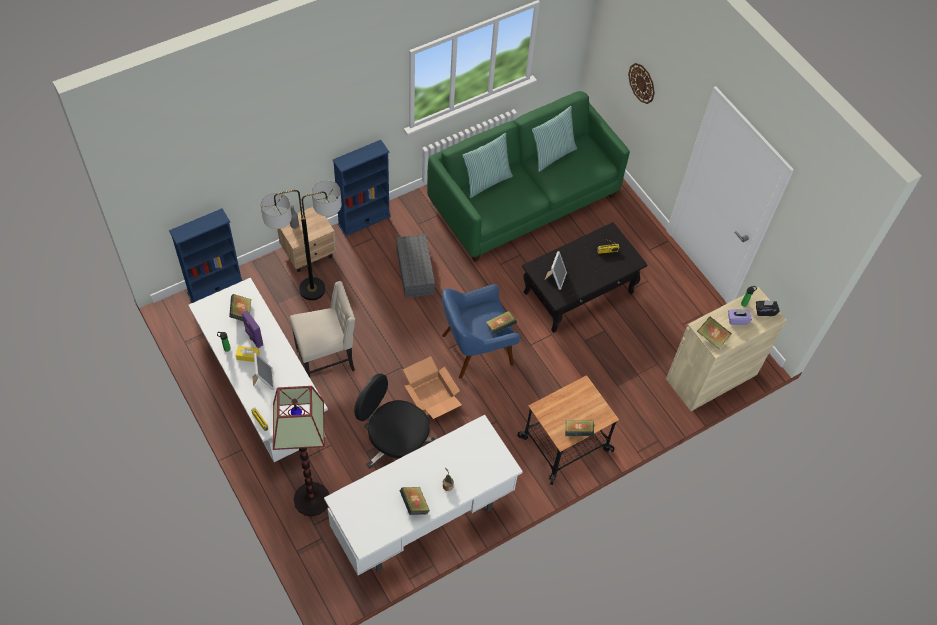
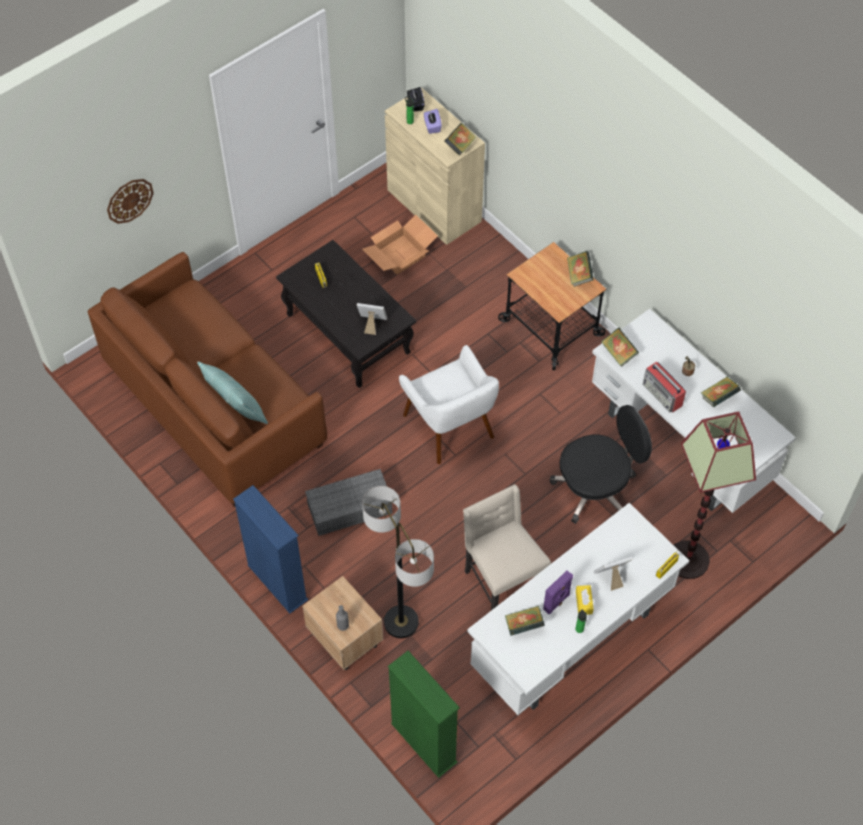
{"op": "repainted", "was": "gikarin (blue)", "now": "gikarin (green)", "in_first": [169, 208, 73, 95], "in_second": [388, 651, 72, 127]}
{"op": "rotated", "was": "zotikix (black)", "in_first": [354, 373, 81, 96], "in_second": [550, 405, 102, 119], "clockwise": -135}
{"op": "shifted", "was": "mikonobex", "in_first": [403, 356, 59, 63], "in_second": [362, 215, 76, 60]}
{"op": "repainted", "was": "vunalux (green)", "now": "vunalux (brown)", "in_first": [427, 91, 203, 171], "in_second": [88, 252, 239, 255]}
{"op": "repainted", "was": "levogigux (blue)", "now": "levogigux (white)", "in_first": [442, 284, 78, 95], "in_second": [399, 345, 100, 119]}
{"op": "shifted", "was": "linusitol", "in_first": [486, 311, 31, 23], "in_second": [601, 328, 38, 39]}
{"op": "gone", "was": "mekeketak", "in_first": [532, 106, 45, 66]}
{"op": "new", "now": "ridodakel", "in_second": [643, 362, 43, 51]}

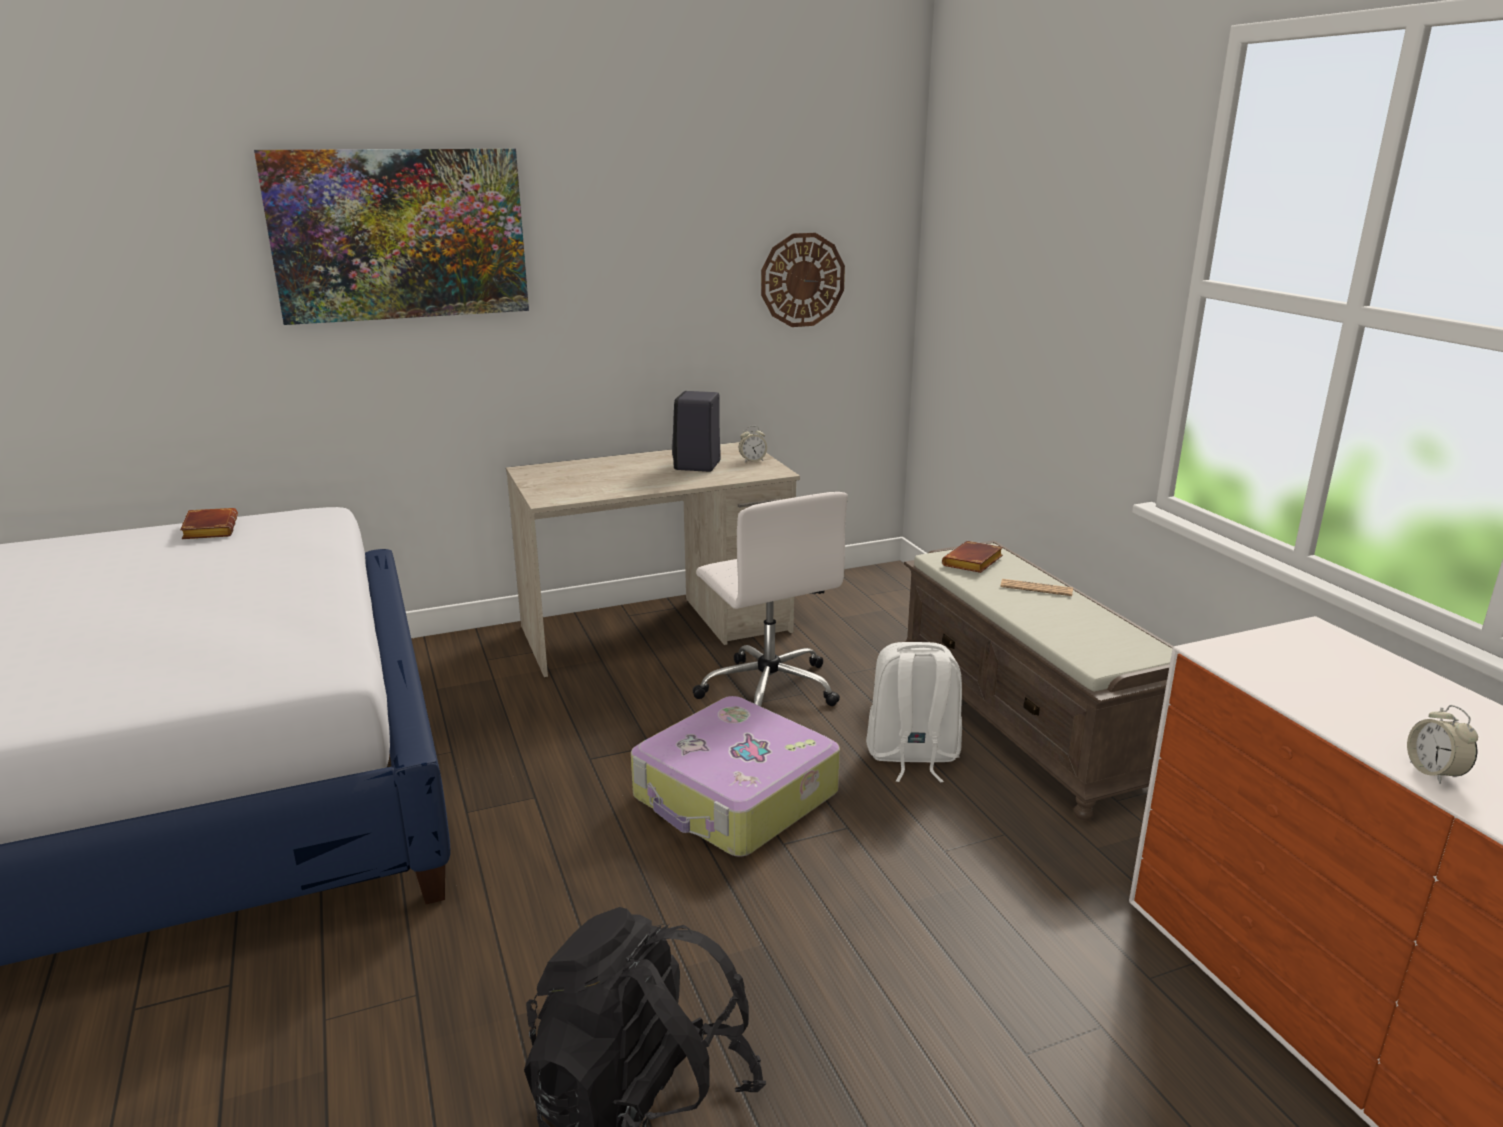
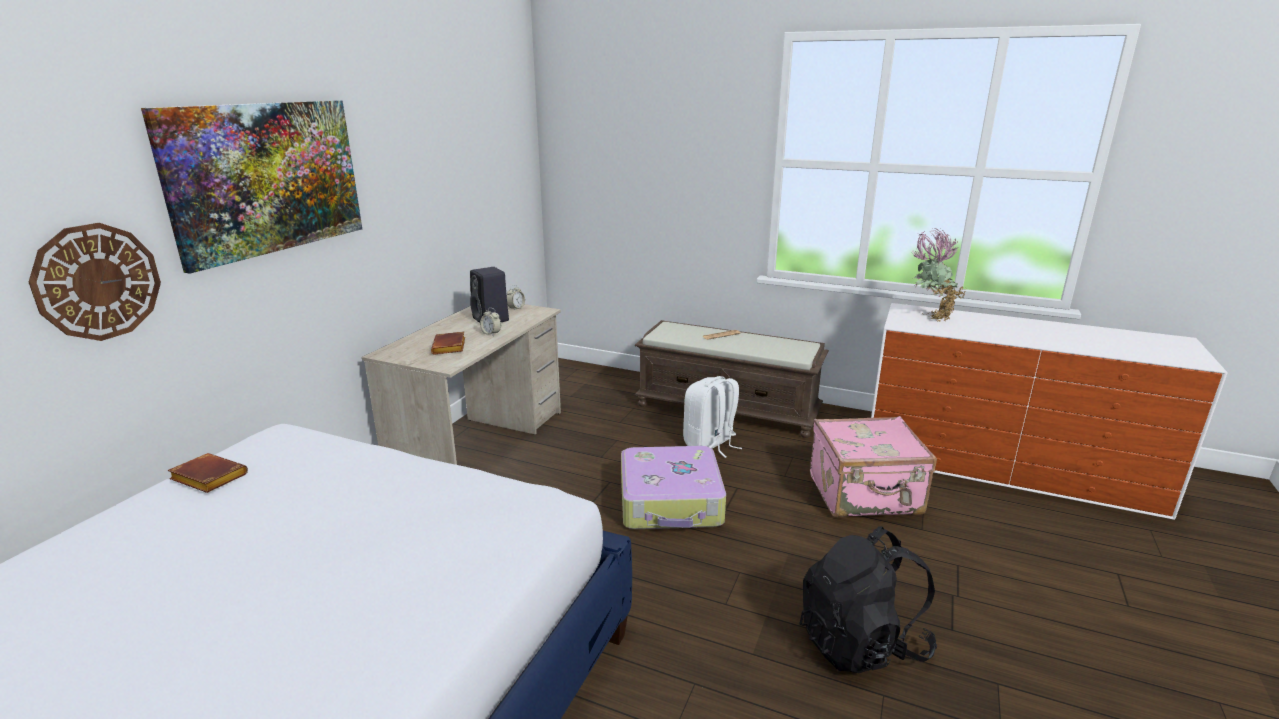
{"op": "gone", "was": "zotikix (white)", "in_first": [693, 492, 155, 214]}
{"op": "shifted", "was": "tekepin", "in_first": [761, 233, 84, 94], "in_second": [29, 223, 132, 118]}
{"op": "shifted", "was": "linusitol (brown)", "in_first": [942, 541, 61, 32], "in_second": [431, 331, 34, 24]}
{"op": "shifted", "was": "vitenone", "in_first": [1407, 705, 71, 79], "in_second": [480, 308, 21, 28]}
{"op": "new", "now": "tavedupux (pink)", "in_second": [810, 416, 127, 101]}
{"op": "new", "now": "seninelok", "in_second": [912, 228, 55, 94]}

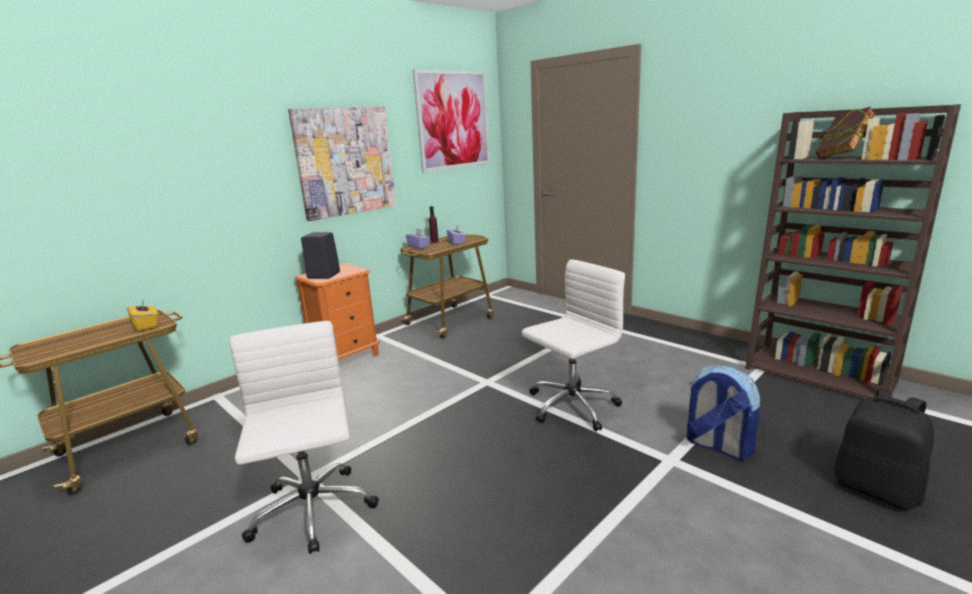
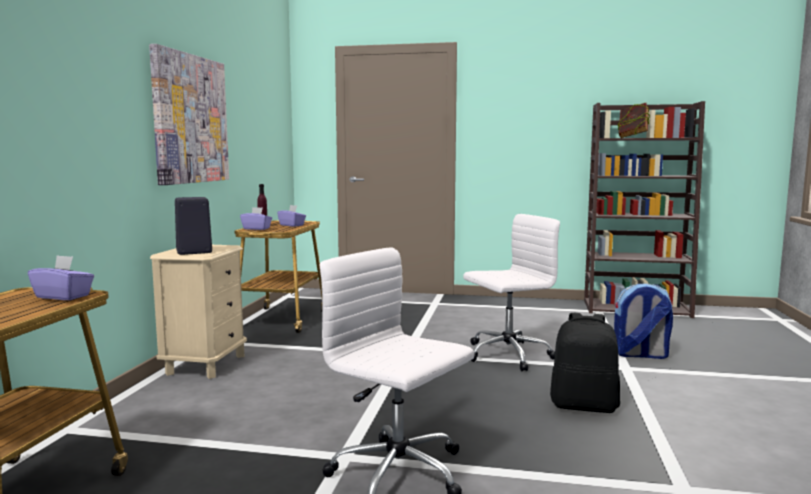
{"op": "repainted", "was": "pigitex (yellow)", "now": "pigitex (purple)", "in_first": [127, 300, 31, 31], "in_second": [28, 255, 66, 45]}
{"op": "repainted", "was": "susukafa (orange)", "now": "susukafa (beige)", "in_first": [294, 263, 86, 97], "in_second": [150, 245, 97, 134]}
{"op": "gone", "was": "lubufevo", "in_first": [413, 69, 77, 104]}
{"op": "rotated", "was": "zotikix (white)", "in_first": [522, 259, 103, 172], "in_second": [463, 214, 97, 157], "clockwise": 45}
{"op": "shifted", "was": "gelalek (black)", "in_first": [834, 389, 100, 121], "in_second": [550, 313, 70, 100]}

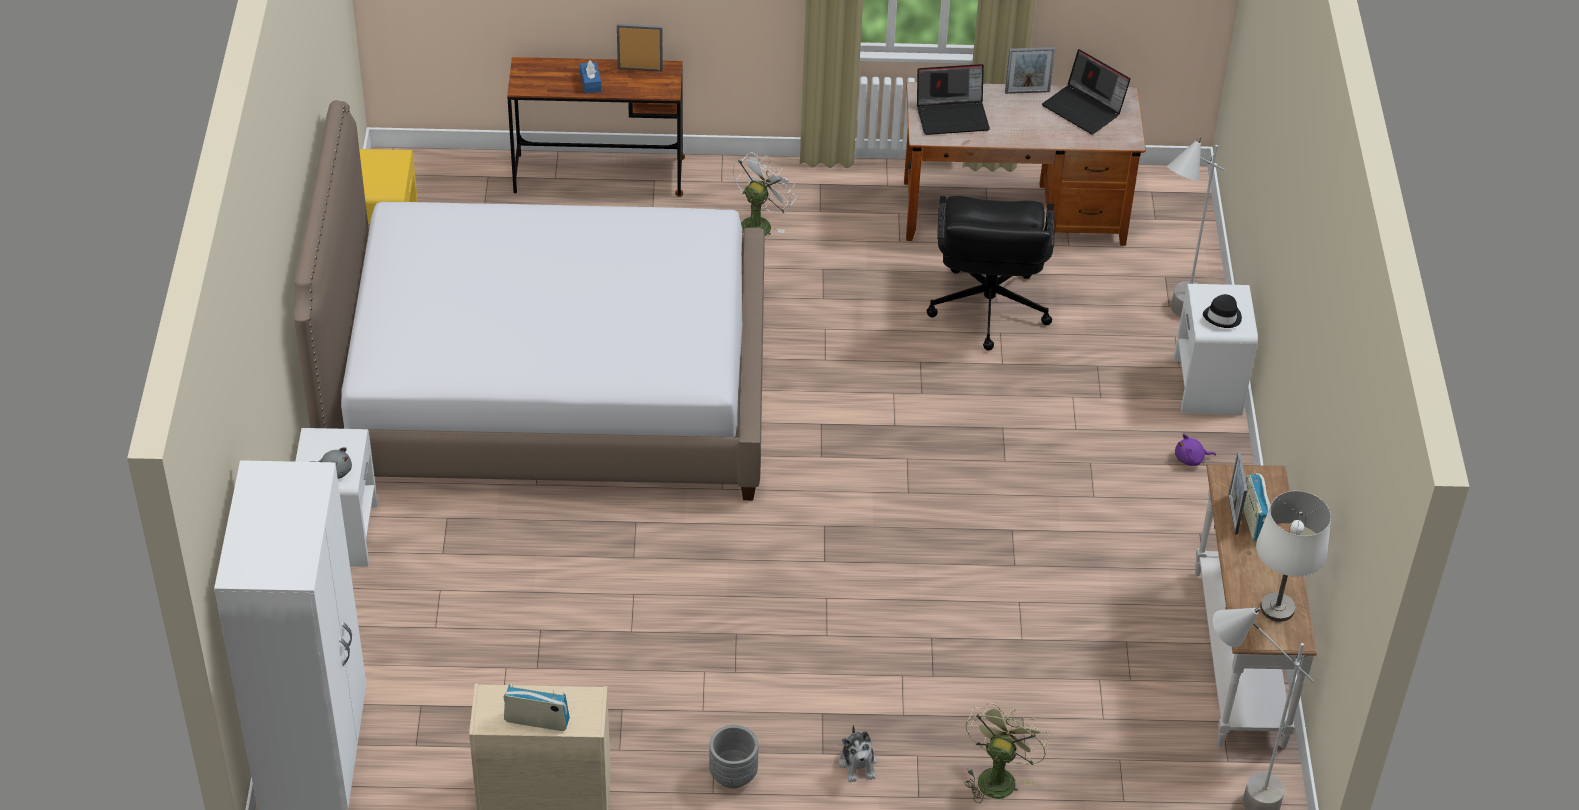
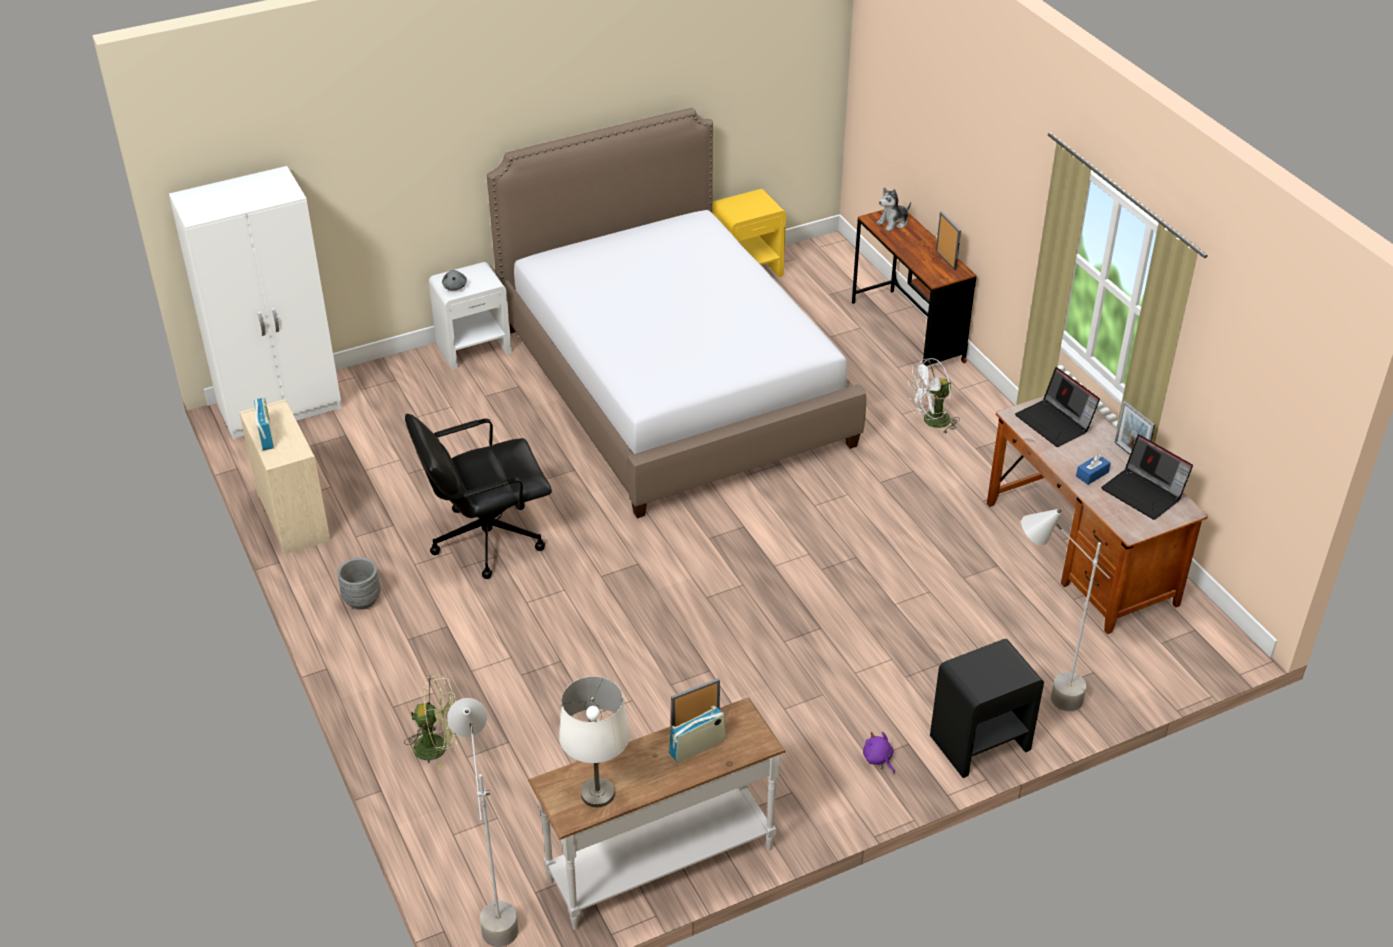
{"op": "shifted", "was": "pigitex (blue)", "in_first": [580, 60, 22, 34], "in_second": [1076, 454, 35, 31]}
{"op": "rotated", "was": "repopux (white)", "in_first": [733, 152, 64, 84], "in_second": [908, 358, 52, 75], "clockwise": 150}
{"op": "shifted", "was": "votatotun", "in_first": [839, 724, 38, 58], "in_second": [876, 187, 35, 44]}
{"op": "shifted", "was": "zotikix (black)", "in_first": [927, 196, 128, 154], "in_second": [405, 414, 147, 165]}
{"op": "rotated", "was": "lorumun", "in_first": [1042, 49, 88, 85], "in_second": [1101, 434, 92, 86], "clockwise": -60}
{"op": "repainted", "was": "susukafa (white)", "now": "susukafa (black)", "in_first": [1174, 284, 84, 131], "in_second": [930, 639, 114, 139]}
{"op": "gone", "was": "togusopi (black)", "in_first": [1203, 294, 39, 34]}

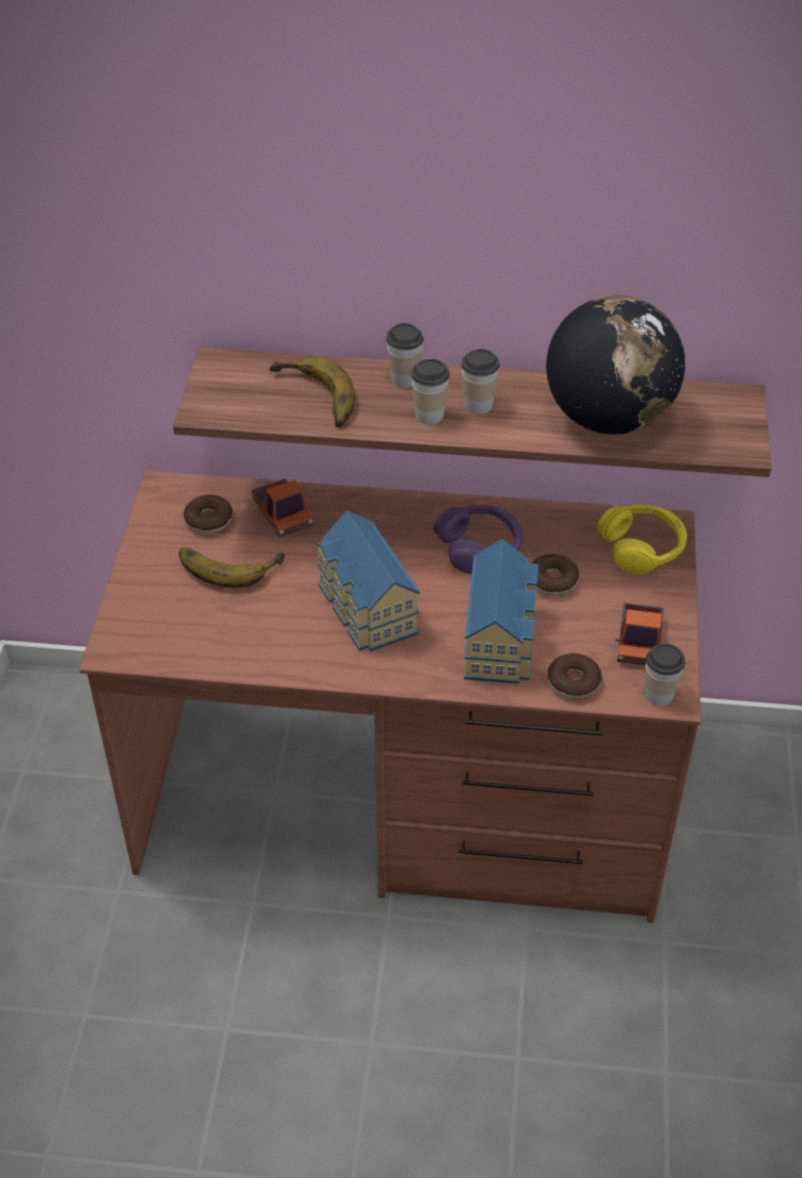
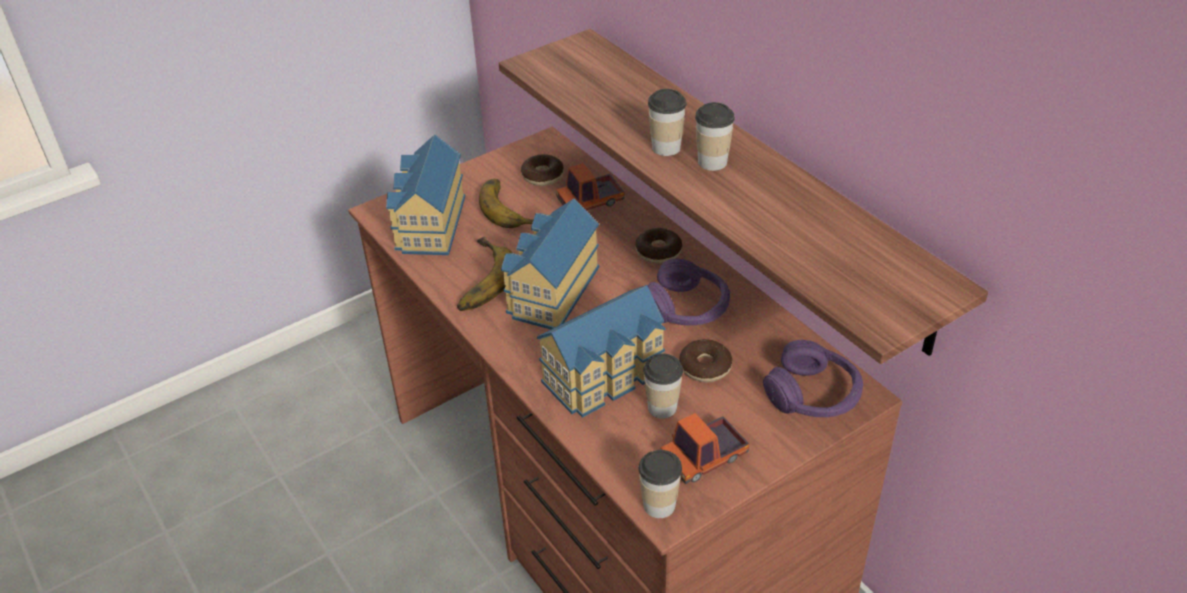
{"op": "rotated", "was": "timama", "in_first": [252, 479, 62, 59], "in_second": [556, 163, 69, 47], "clockwise": 45}
{"op": "shifted", "was": "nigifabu", "in_first": [269, 356, 86, 71], "in_second": [457, 237, 55, 74]}
{"op": "shifted", "was": "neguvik", "in_first": [386, 323, 38, 65], "in_second": [643, 353, 40, 66]}
{"op": "gone", "was": "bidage", "in_first": [546, 295, 139, 140]}
{"op": "shifted", "was": "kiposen", "in_first": [547, 653, 55, 46], "in_second": [635, 228, 47, 35]}
{"op": "repainted", "was": "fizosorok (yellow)", "now": "fizosorok (purple)", "in_first": [597, 505, 90, 69], "in_second": [763, 340, 100, 77]}
{"op": "new", "now": "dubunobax", "in_second": [386, 134, 79, 121]}

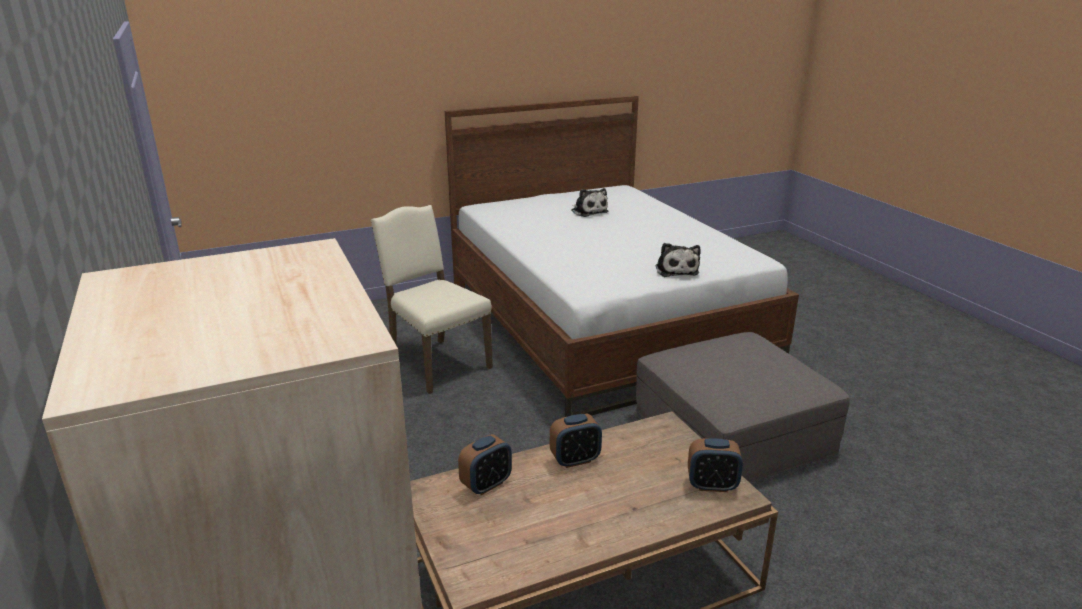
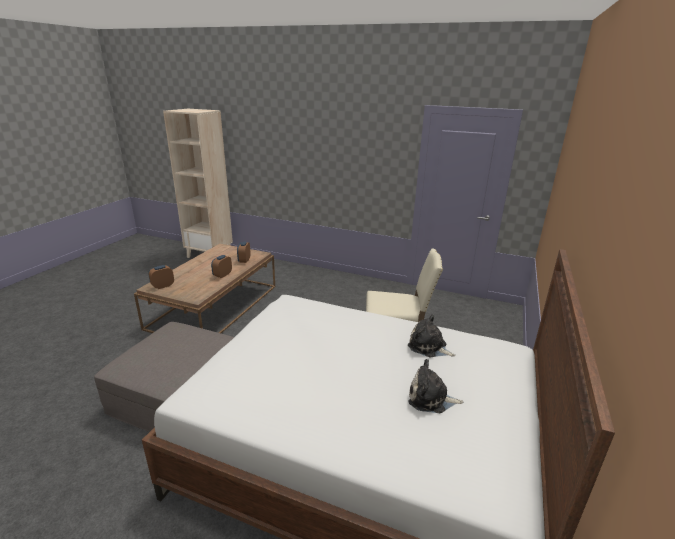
{"op": "shifted", "was": "votatotun", "in_first": [655, 243, 46, 34], "in_second": [408, 314, 48, 43]}

